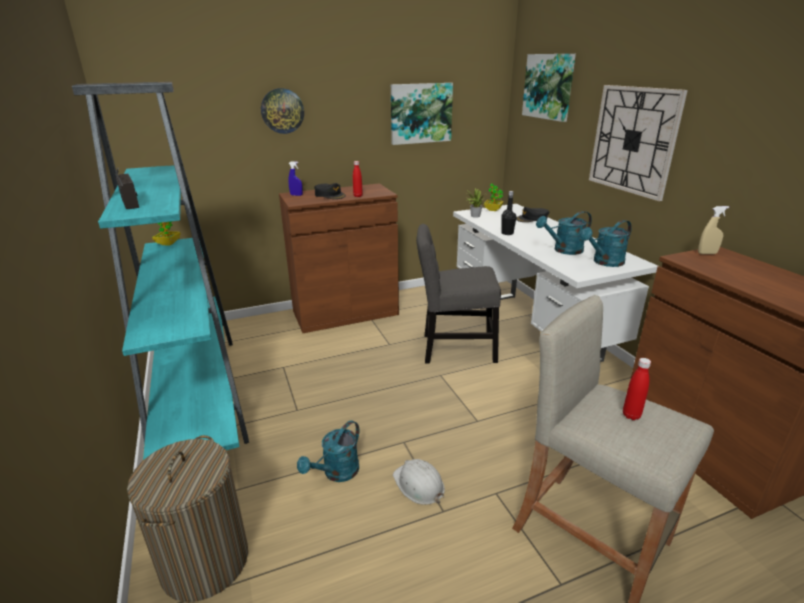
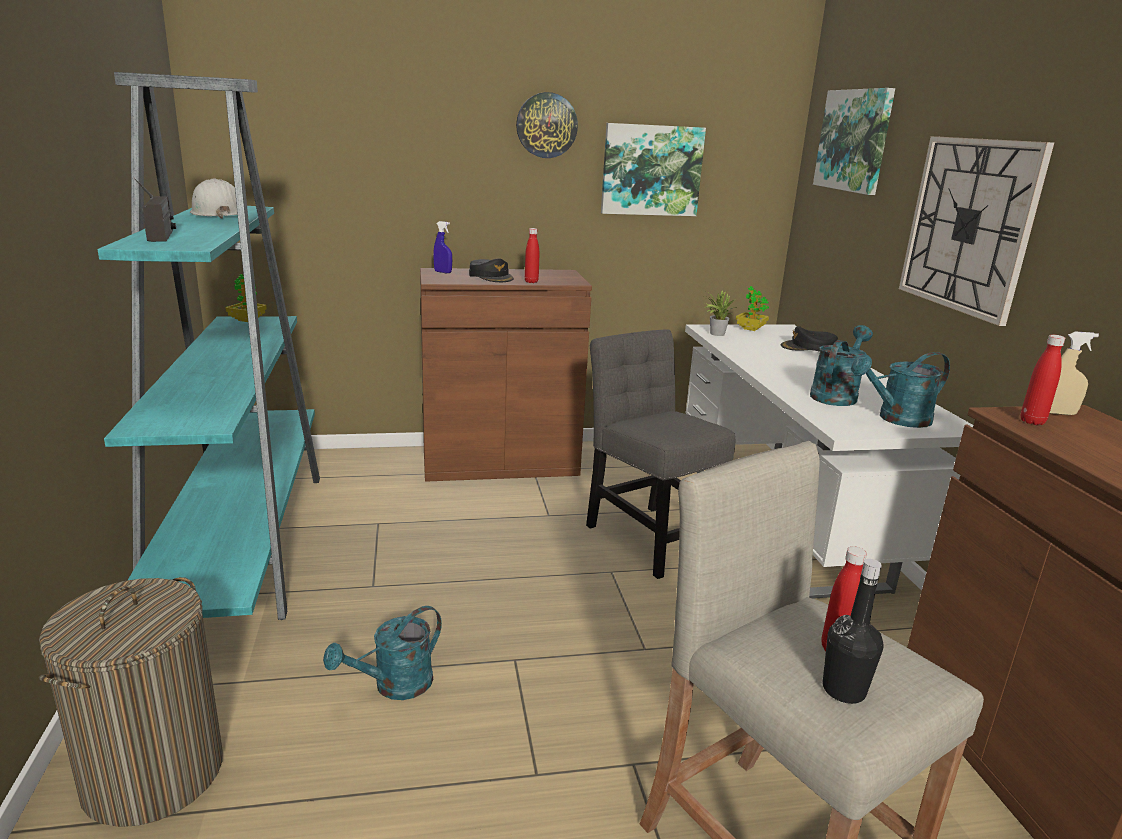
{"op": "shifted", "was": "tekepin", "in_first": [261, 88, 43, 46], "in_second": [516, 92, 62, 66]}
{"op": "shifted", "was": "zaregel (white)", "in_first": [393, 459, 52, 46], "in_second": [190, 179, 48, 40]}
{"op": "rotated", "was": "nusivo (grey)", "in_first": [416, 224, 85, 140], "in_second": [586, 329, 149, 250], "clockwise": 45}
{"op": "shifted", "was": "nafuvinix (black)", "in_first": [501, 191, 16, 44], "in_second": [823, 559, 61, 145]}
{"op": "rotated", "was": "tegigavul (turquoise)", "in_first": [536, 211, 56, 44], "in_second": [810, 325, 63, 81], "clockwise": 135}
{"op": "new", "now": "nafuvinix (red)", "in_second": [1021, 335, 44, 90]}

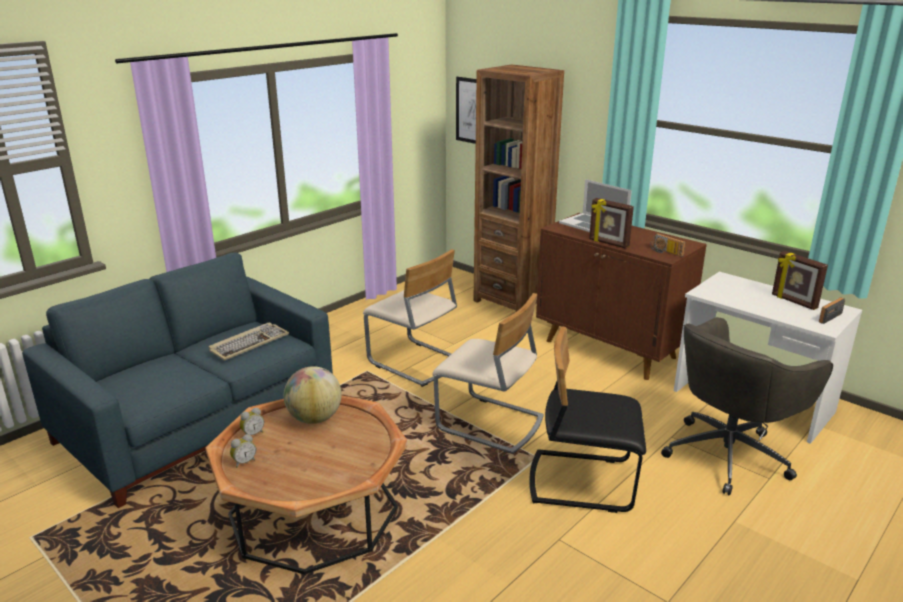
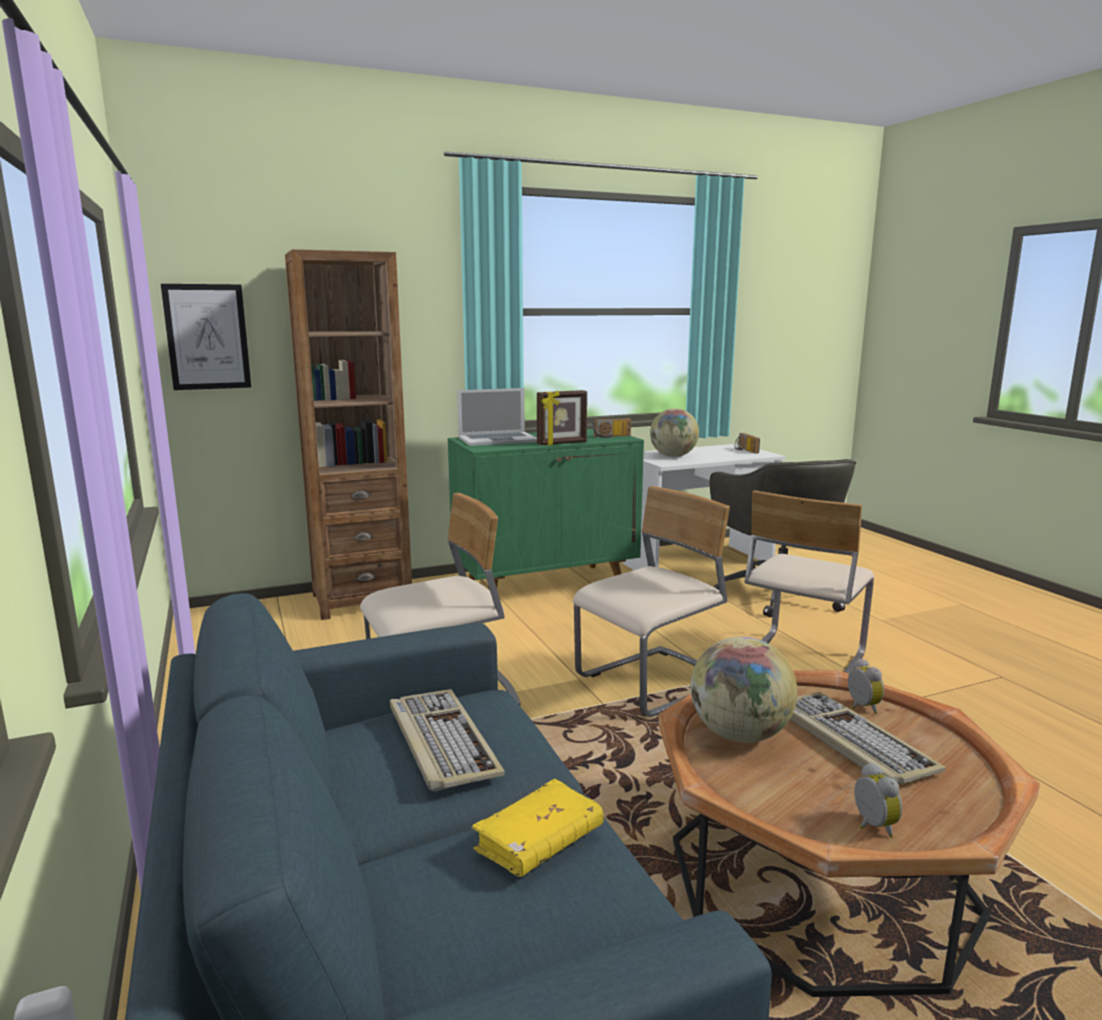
{"op": "shifted", "was": "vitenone", "in_first": [240, 408, 24, 27], "in_second": [848, 658, 36, 56]}
{"op": "repainted", "was": "nusivo (black)", "now": "nusivo (beige)", "in_first": [529, 327, 117, 186], "in_second": [745, 490, 130, 184]}
{"op": "repainted", "was": "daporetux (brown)", "now": "daporetux (green)", "in_first": [536, 213, 171, 167], "in_second": [448, 429, 196, 162]}
{"op": "gone", "was": "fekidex", "in_first": [772, 251, 56, 59]}
{"op": "new", "now": "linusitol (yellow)", "in_second": [471, 779, 133, 98]}
{"op": "new", "now": "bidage", "in_second": [650, 408, 49, 49]}
{"op": "new", "now": "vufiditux", "in_second": [790, 692, 155, 92]}

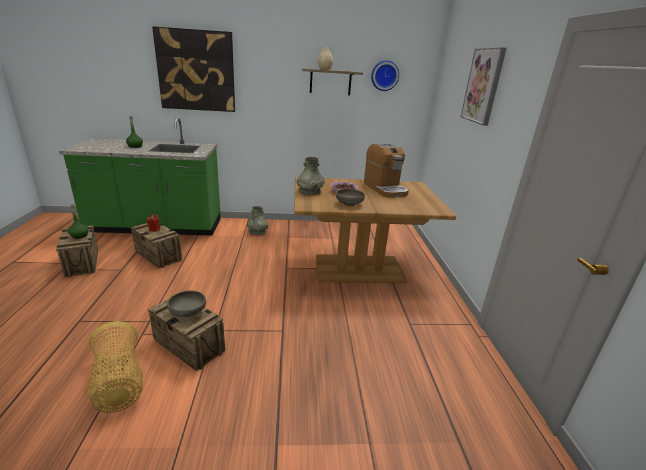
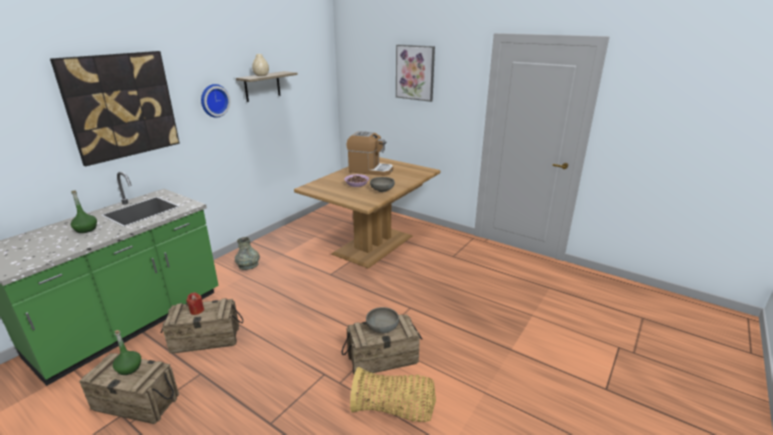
{"op": "gone", "was": "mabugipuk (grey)", "in_first": [297, 157, 27, 38]}
{"op": "shifted", "was": "tekepin", "in_first": [371, 60, 28, 31], "in_second": [201, 84, 29, 34]}

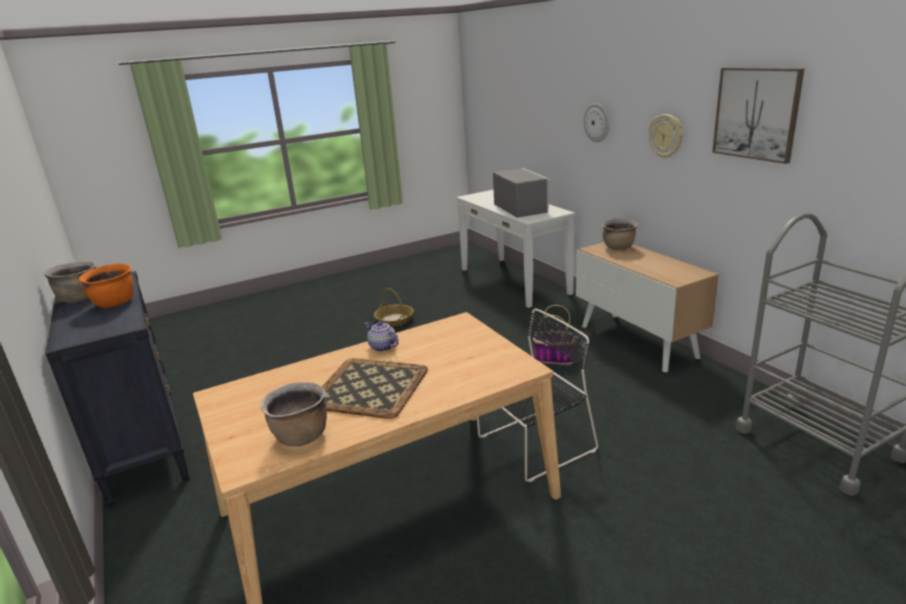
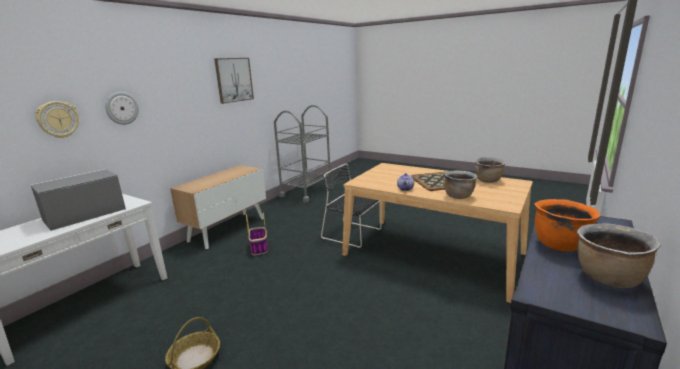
{"op": "shifted", "was": "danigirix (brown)", "in_first": [602, 218, 36, 32], "in_second": [444, 170, 34, 29]}
{"op": "shifted", "was": "tekepin", "in_first": [649, 114, 34, 45], "in_second": [35, 101, 44, 37]}

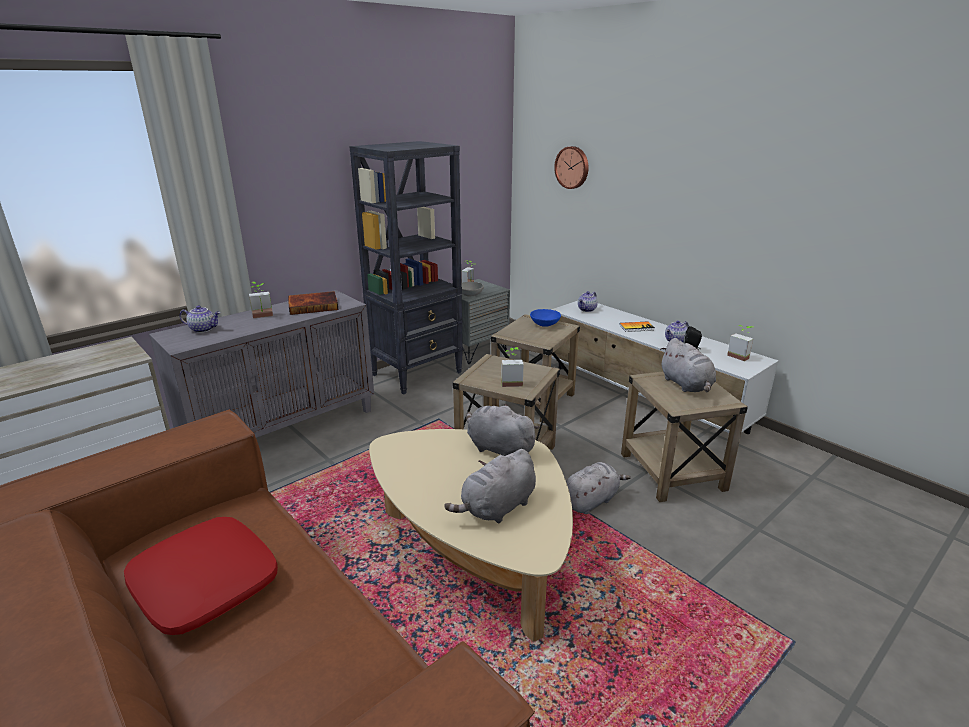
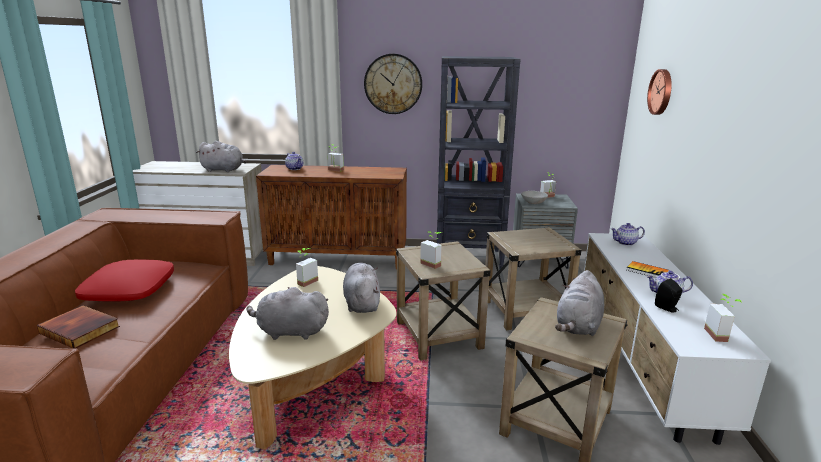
{"op": "repainted", "was": "daporetux (grey)", "now": "daporetux (brown)", "in_first": [149, 290, 225, 148], "in_second": [256, 165, 151, 104]}
{"op": "shifted", "was": "linusitol", "in_first": [288, 291, 50, 24], "in_second": [37, 305, 83, 44]}
{"op": "gone", "was": "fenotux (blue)", "in_first": [530, 309, 31, 18]}
{"op": "shifted", "was": "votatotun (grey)", "in_first": [566, 462, 65, 52], "in_second": [196, 141, 51, 31]}
{"op": "new", "now": "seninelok", "in_second": [296, 248, 22, 39]}
{"op": "new", "now": "tekepin", "in_second": [364, 54, 58, 60]}

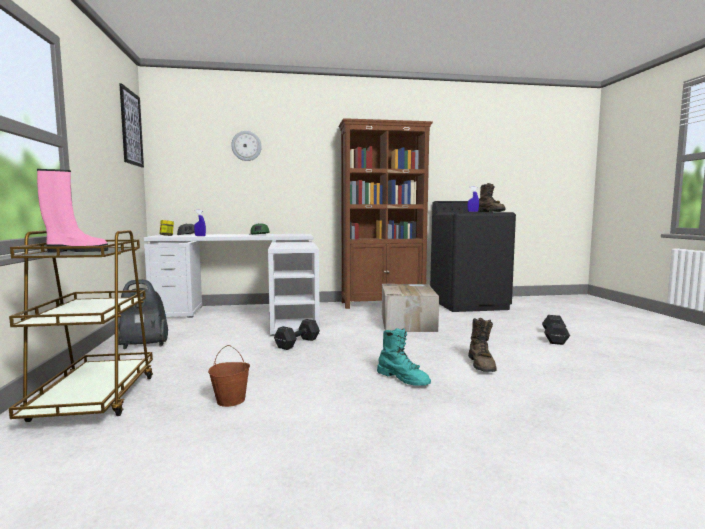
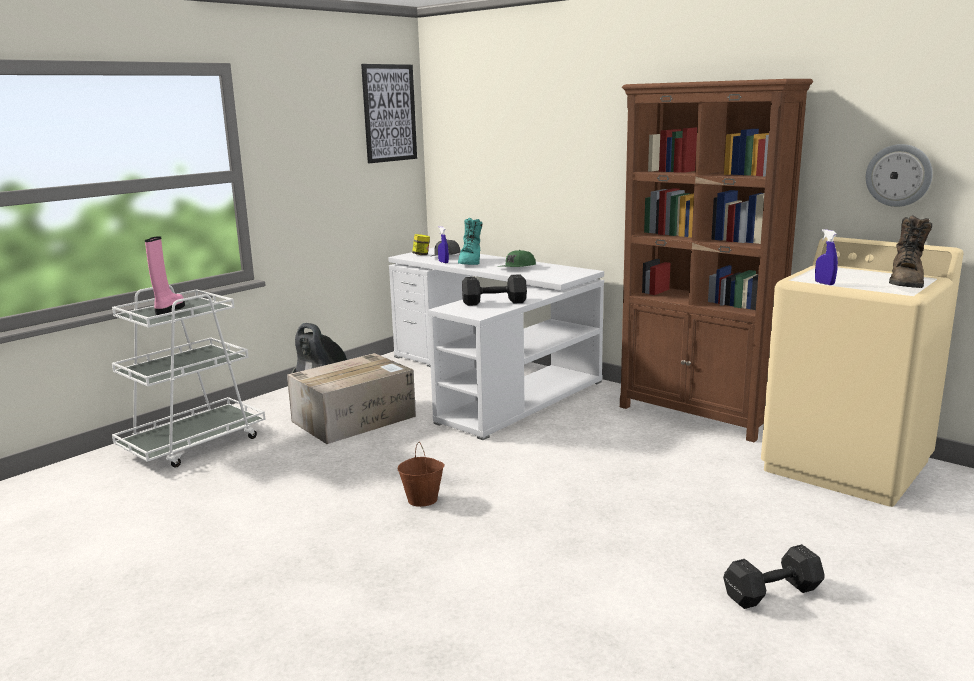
{"op": "repainted", "was": "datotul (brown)", "now": "datotul (white)", "in_first": [9, 230, 144, 192], "in_second": [112, 285, 154, 183]}
{"op": "rotated", "was": "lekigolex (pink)", "in_first": [37, 169, 71, 84], "in_second": [145, 236, 40, 79], "clockwise": -120}
{"op": "shifted", "was": "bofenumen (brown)", "in_first": [208, 345, 42, 62], "in_second": [398, 442, 47, 65]}
{"op": "shifted", "was": "tekepin", "in_first": [231, 131, 31, 30], "in_second": [866, 144, 67, 63]}
{"op": "shifted", "was": "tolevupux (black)", "in_first": [274, 319, 46, 31], "in_second": [462, 274, 65, 32]}
{"op": "shifted", "was": "lekigolex (turquoise)", "in_first": [377, 328, 54, 58], "in_second": [458, 218, 24, 47]}
{"op": "shifted", "was": "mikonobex", "in_first": [382, 284, 57, 48], "in_second": [287, 353, 129, 91]}
{"op": "repainted", "was": "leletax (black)", "now": "leletax (beige)", "in_first": [430, 201, 86, 111], "in_second": [761, 237, 203, 270]}
{"op": "gone", "was": "lekigolex (brown)", "in_first": [468, 318, 28, 54]}

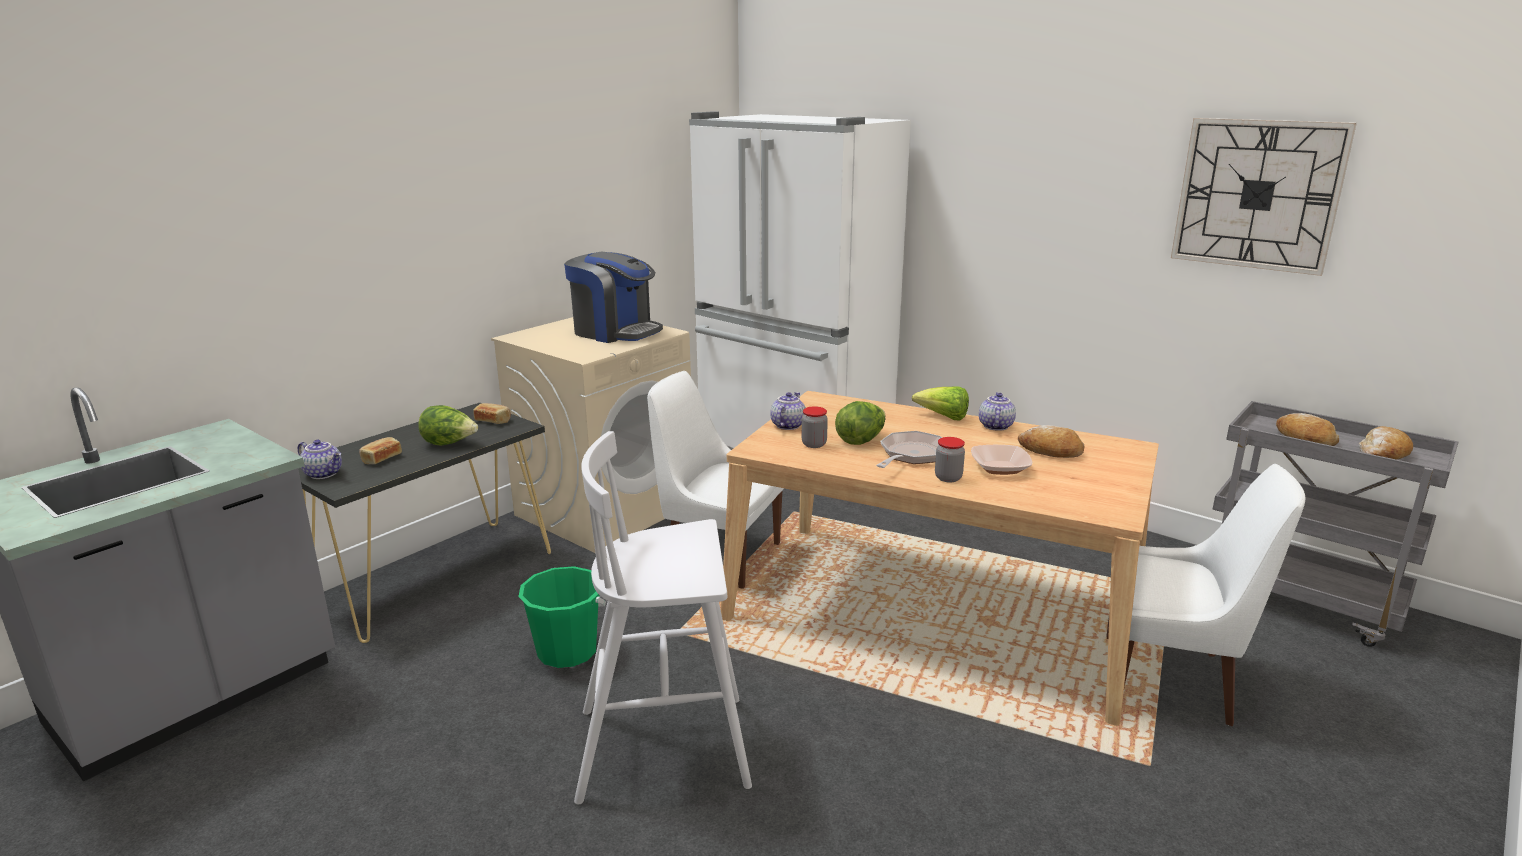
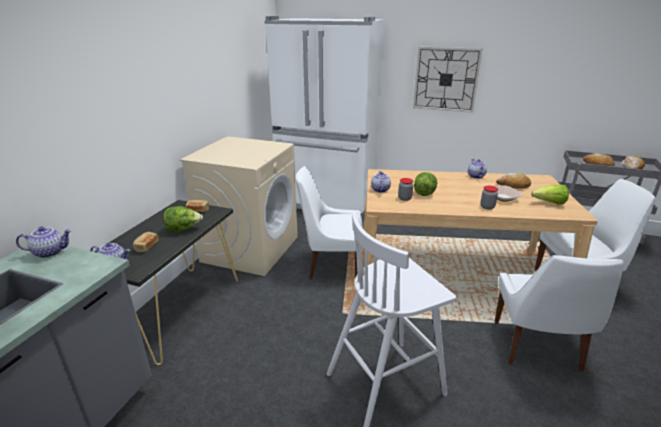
{"op": "gone", "was": "bofenumen (green)", "in_first": [518, 566, 88, 102]}
{"op": "gone", "was": "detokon", "in_first": [564, 252, 99, 91]}
{"op": "gone", "was": "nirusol", "in_first": [876, 431, 66, 37]}
{"op": "shifted", "was": "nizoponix", "in_first": [912, 386, 57, 35], "in_second": [531, 185, 38, 20]}
{"op": "shifted", "was": "tekepin", "in_first": [1171, 118, 186, 158], "in_second": [413, 47, 70, 66]}
{"op": "new", "now": "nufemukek", "in_second": [16, 227, 56, 31]}
{"op": "new", "now": "nusivo (white)", "in_second": [495, 255, 129, 116]}

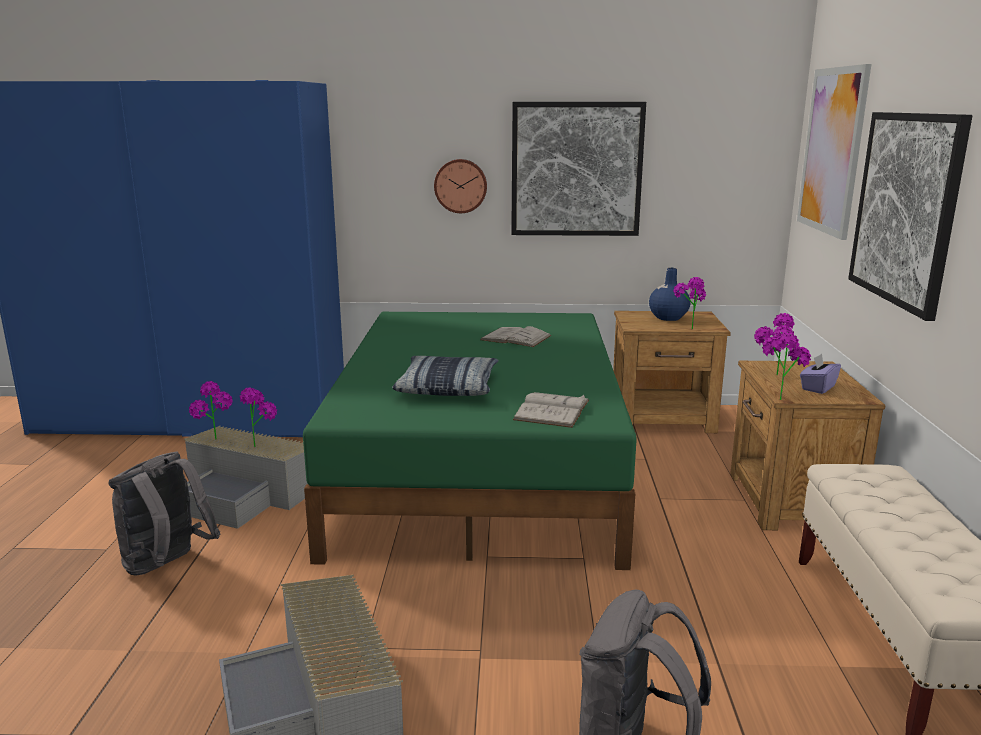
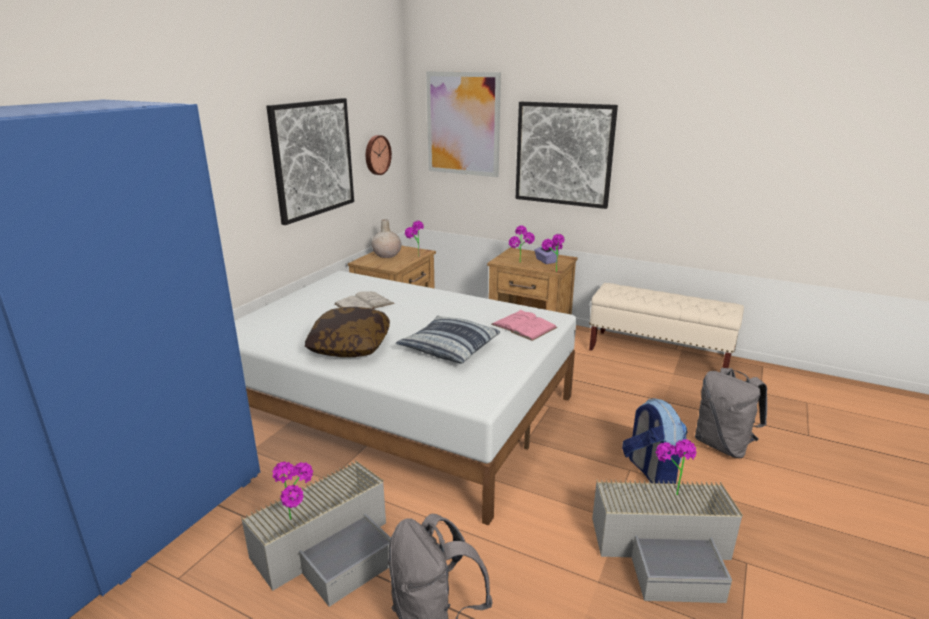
{"op": "shifted", "was": "seninelok", "in_first": [240, 387, 37, 60], "in_second": [656, 439, 40, 56]}
{"op": "repainted", "was": "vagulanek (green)", "now": "vagulanek (white)", "in_first": [303, 312, 334, 258], "in_second": [234, 271, 342, 255]}
{"op": "shifted", "was": "tekepin", "in_first": [434, 159, 53, 54], "in_second": [366, 135, 26, 40]}
{"op": "repainted", "was": "linusitol (white)", "now": "linusitol (pink)", "in_first": [513, 392, 76, 36], "in_second": [491, 310, 66, 31]}
{"op": "repainted", "was": "mabugipuk (blue)", "now": "mabugipuk (beige)", "in_first": [649, 268, 42, 53], "in_second": [372, 219, 29, 39]}
{"op": "new", "now": "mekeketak", "in_second": [305, 307, 85, 50]}
{"op": "new", "now": "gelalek", "in_second": [622, 399, 66, 85]}

